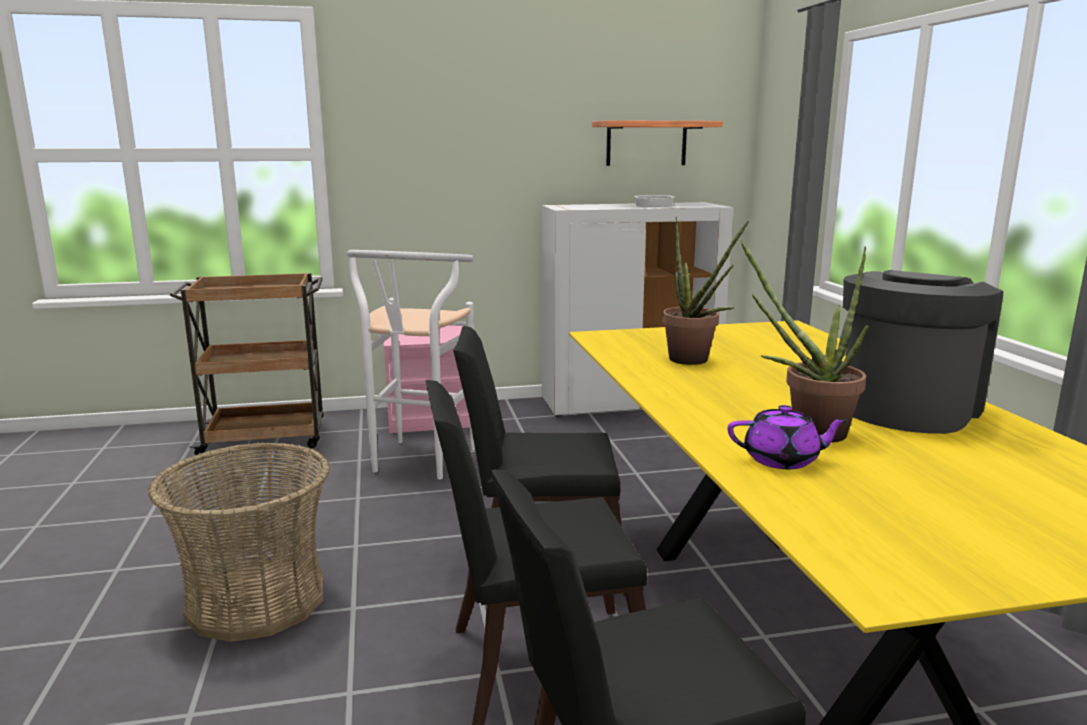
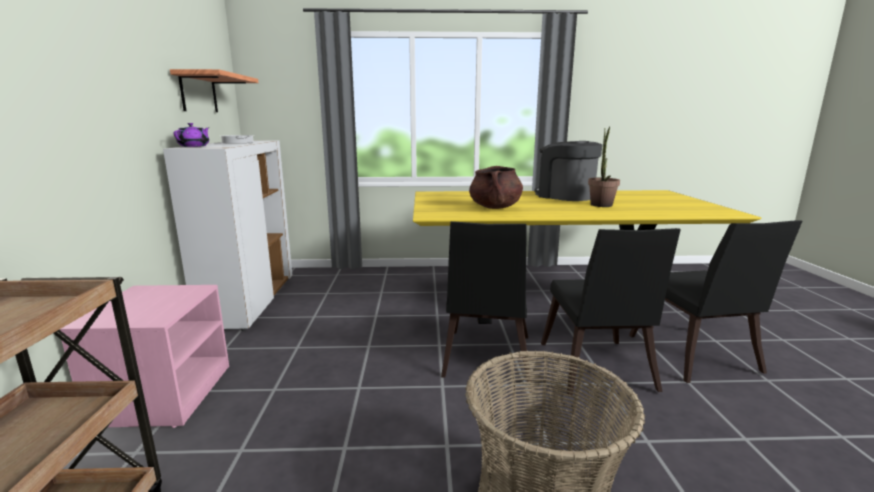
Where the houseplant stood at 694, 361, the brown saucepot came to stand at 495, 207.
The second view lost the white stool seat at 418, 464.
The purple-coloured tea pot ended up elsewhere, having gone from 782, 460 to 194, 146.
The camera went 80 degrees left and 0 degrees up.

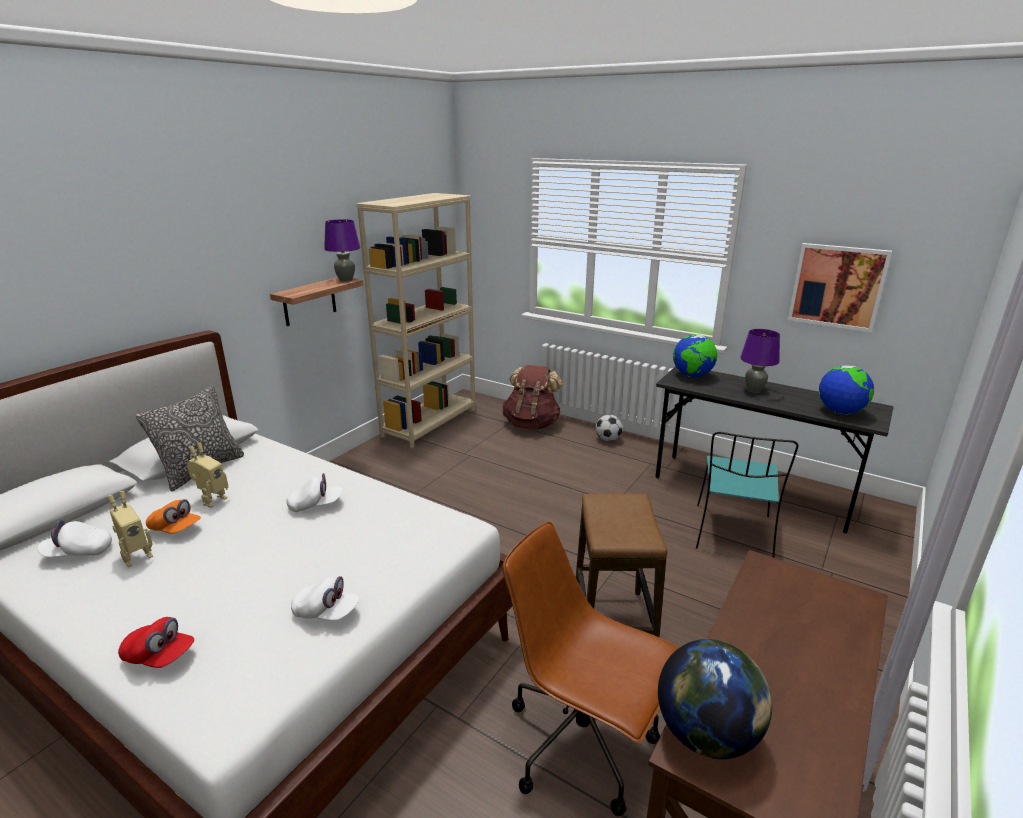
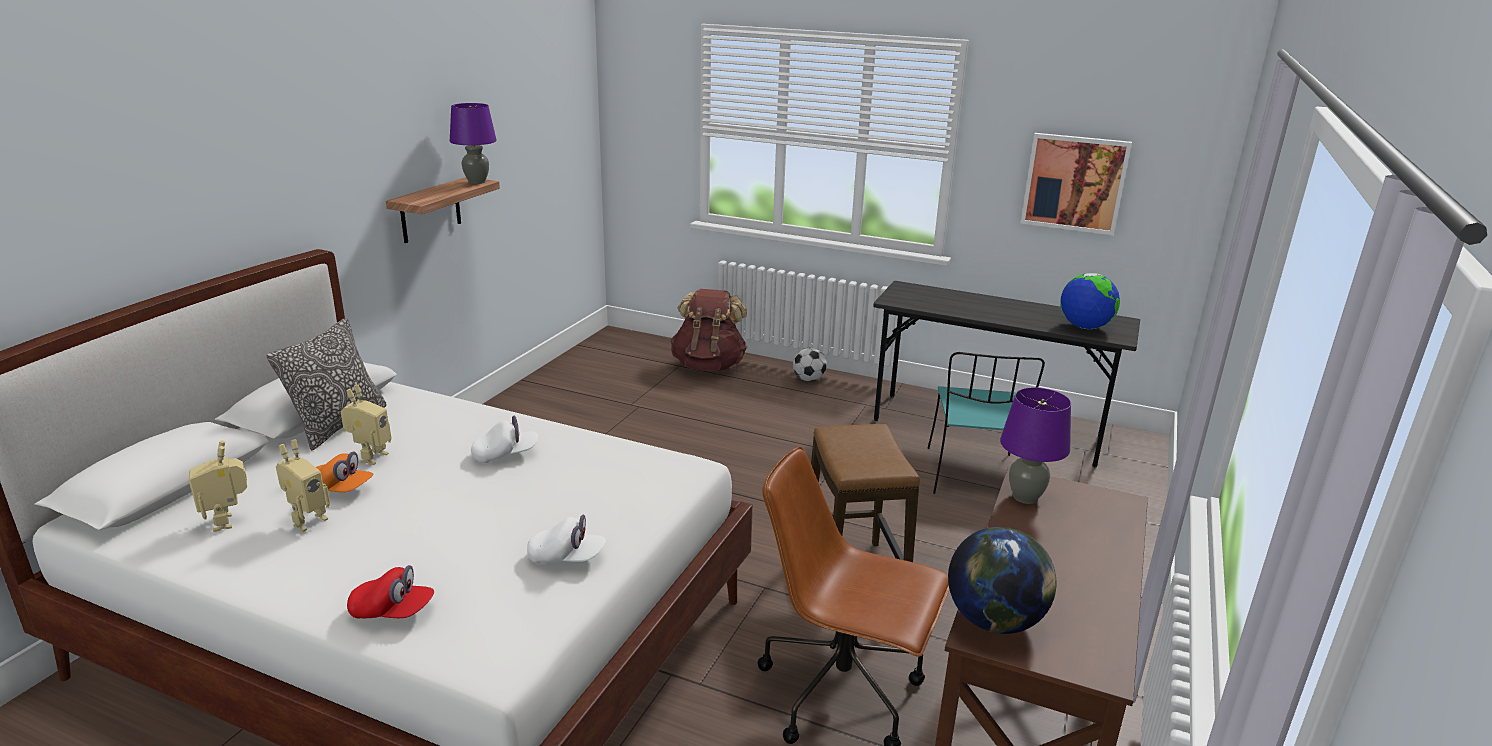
The second view lost the sand-coloured bookshelf at 430, 423.
The purple-coloured table lamp ended up elsewhere, having gone from 754, 390 to 1025, 497.
The second view lost the globe at 692, 375.
Where the white baseball cap stood at 79, 552, the robot figure came to stand at 228, 521.
The camera went 10 degrees left and 0 degrees up.

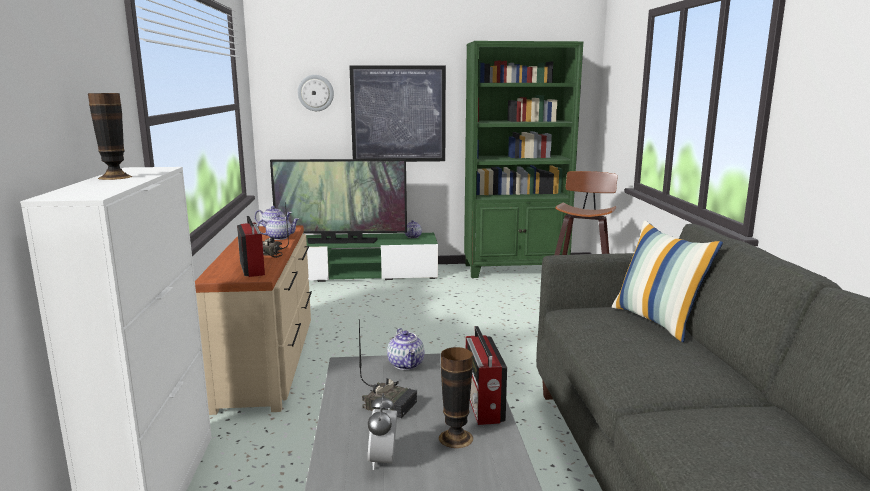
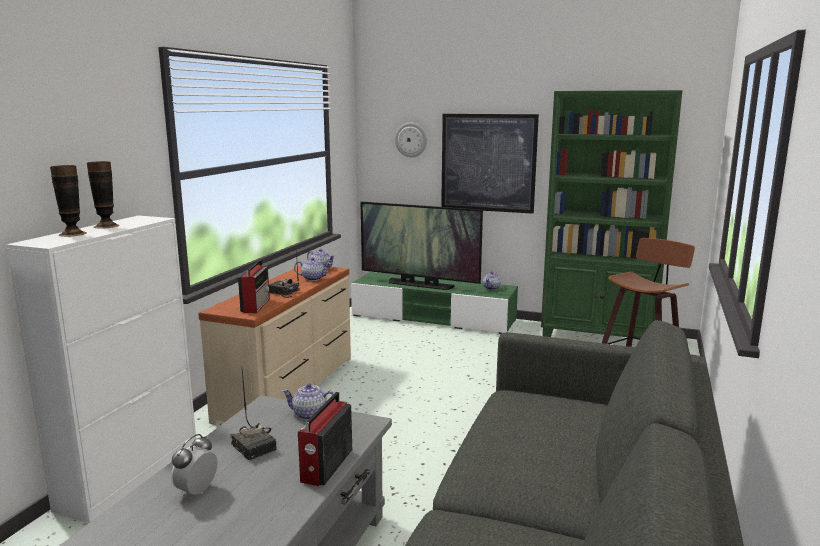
The second view lost the pillow at 657, 321.
The tea pot at 406, 364 ended up facing another way, 90 degrees clockwise from before.
The flower vase ended up elsewhere, having gone from 455, 438 to 72, 234.
The camera went 25 degrees right and 0 degrees up.

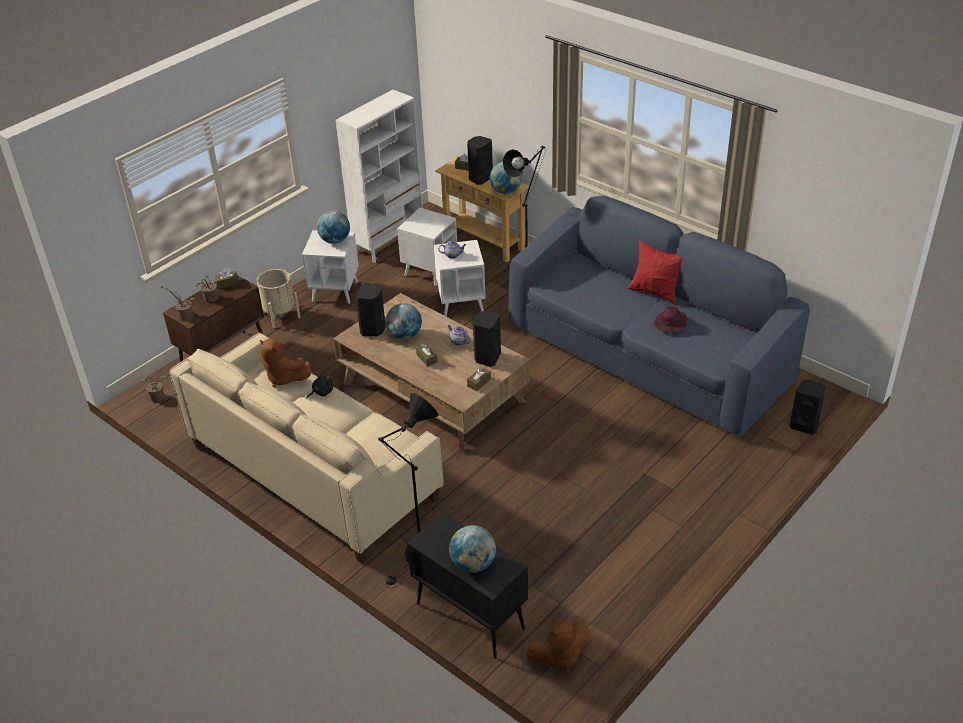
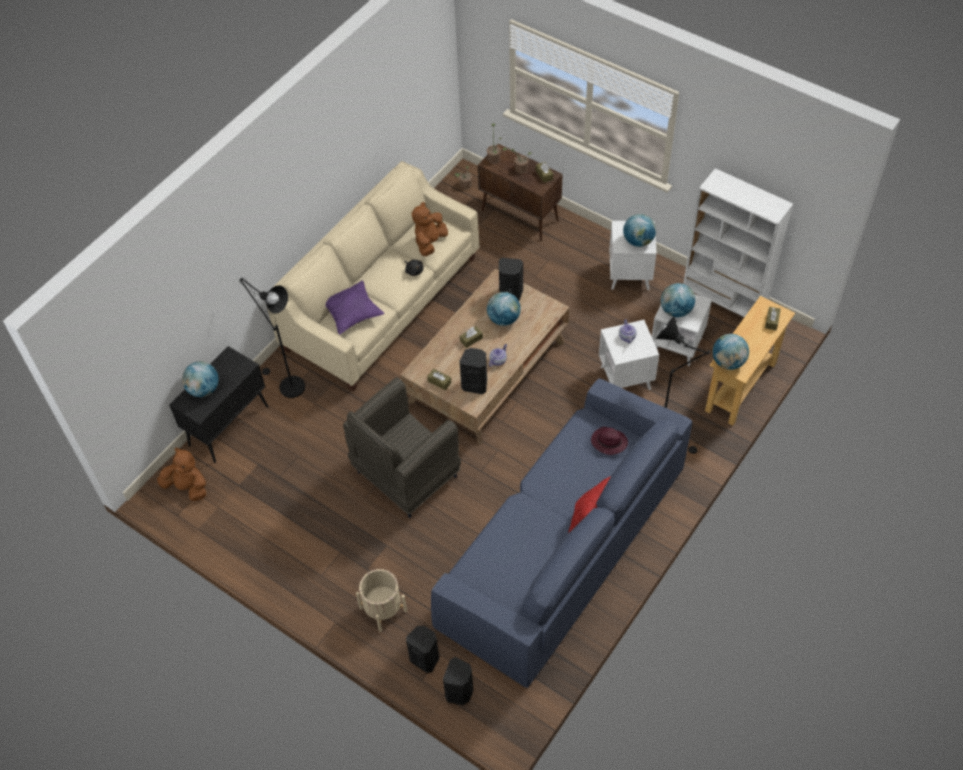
The black audio speaker ended up elsewhere, having gone from 480, 178 to 425, 659.
The sand-coloured flower pot ended up elsewhere, having gone from 280, 315 to 383, 609.
The purple-coloured wearable hat ended up elsewhere, having gone from 670, 323 to 608, 442.
The brown soft toy at 558, 657 ended up facing another way, 135 degrees clockwise from before.
The second view gained the purple-coloured pillow at 352, 314.
The second view gained the globe at 676, 310.
The second view gained the gray easy chair at 405, 476.
The camera went 85 degrees right and 15 degrees up.

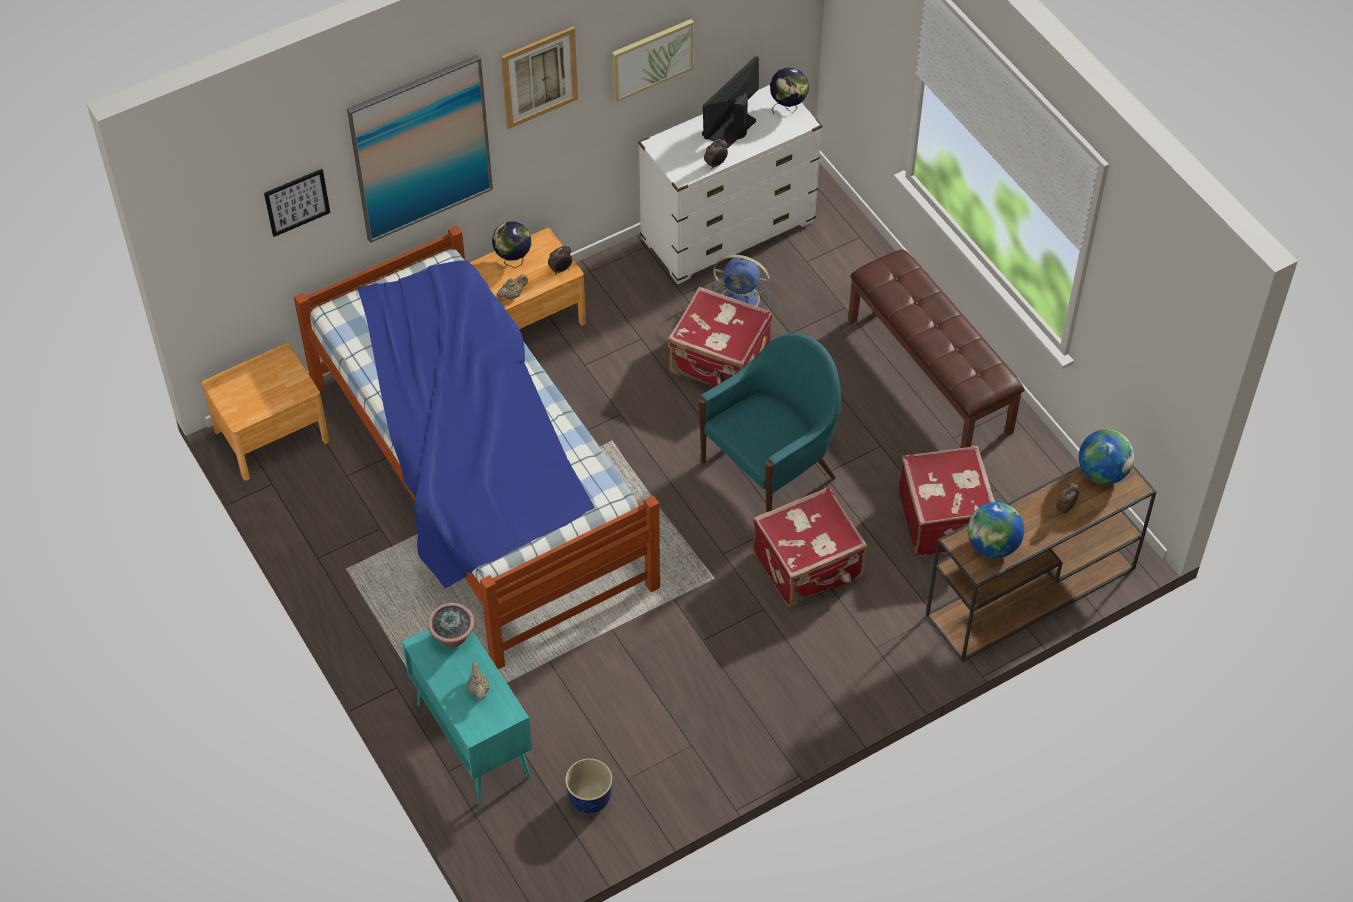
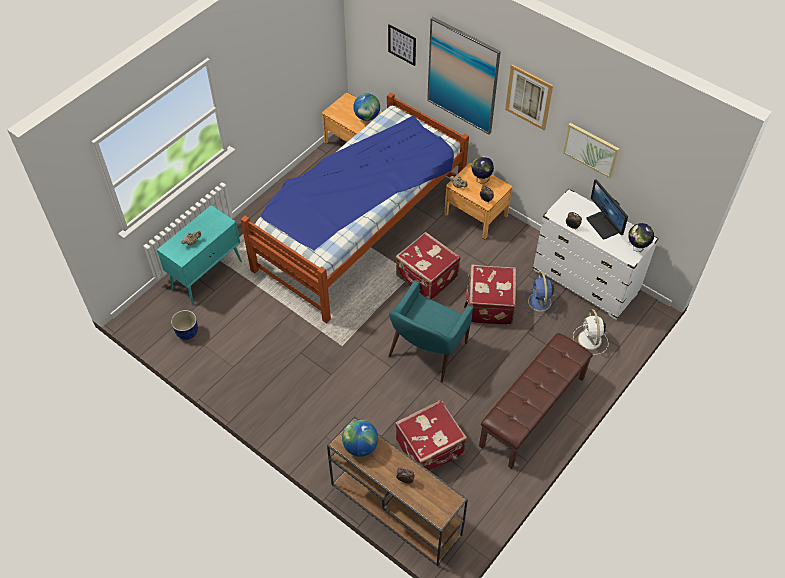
The computer screen at 729, 128 ended up facing another way, 135 degrees counterclockwise from before.
The turquoise easy chair at 771, 468 ended up facing another way, 90 degrees clockwise from before.
The globe ended up elsewhere, having gone from 1102, 472 to 367, 117.
The reddish travel case ended up elsewhere, having gone from 809, 566 to 426, 278.
The second view lost the houseplant at 453, 637.
The second view gained the white electric fan at 590, 340.
The camera went 70 degrees right and 0 degrees up.

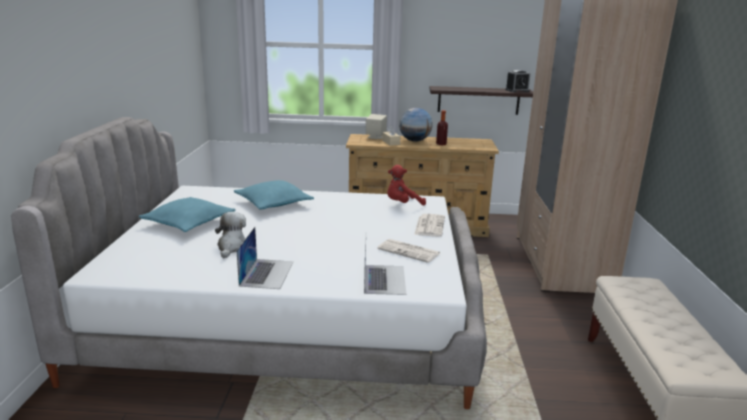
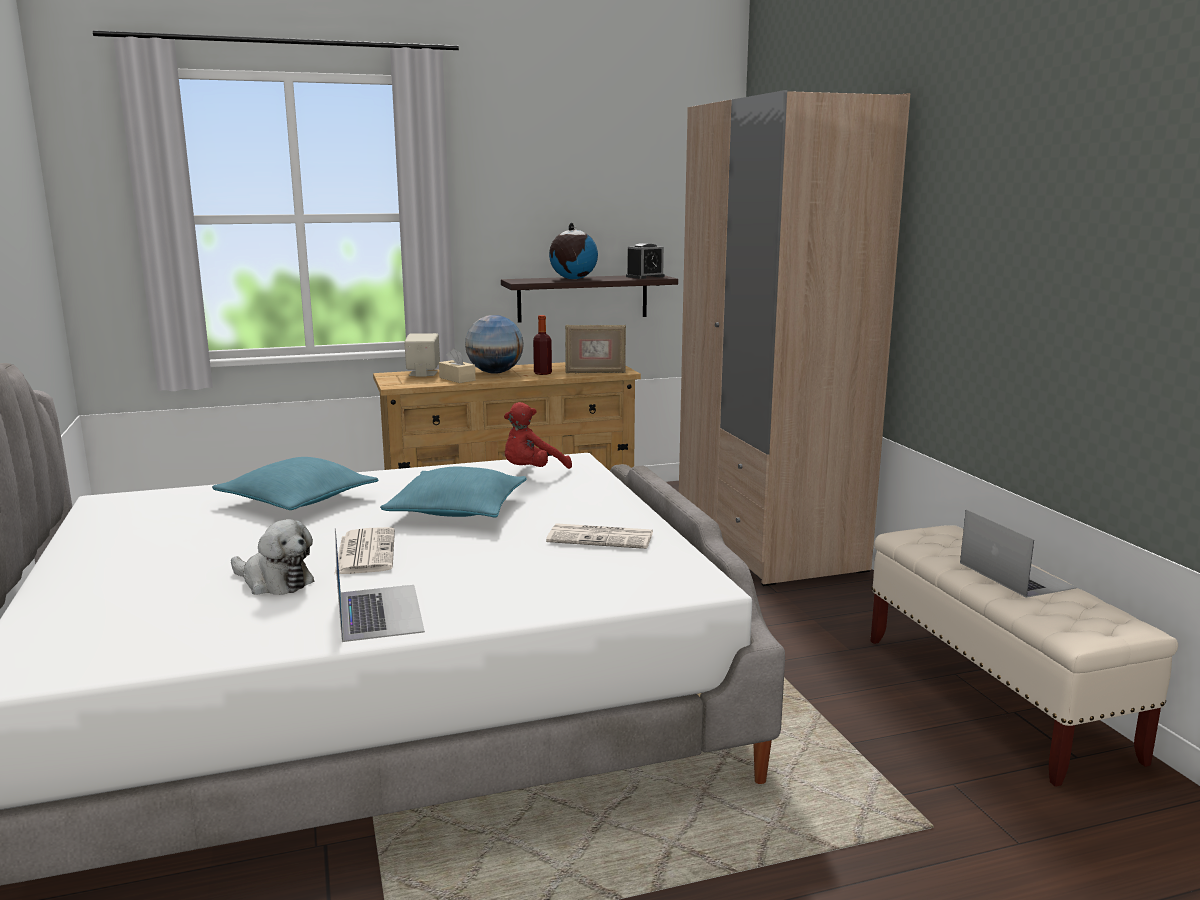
The turquoise pillow ended up elsewhere, having gone from 189, 223 to 457, 510.
The soft toy at 232, 247 ended up facing another way, 135 degrees clockwise from before.
The printed paper ended up elsewhere, having gone from 429, 225 to 365, 552.
The notebook computer ended up elsewhere, having gone from 384, 279 to 1015, 575.
The second view gained the globe at 573, 279.
The second view gained the picture frame at 595, 372.
The camera went 20 degrees left and 5 degrees down.

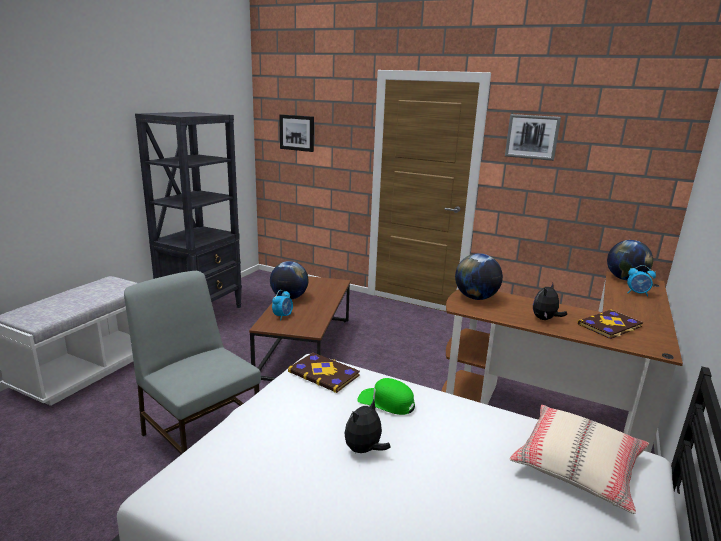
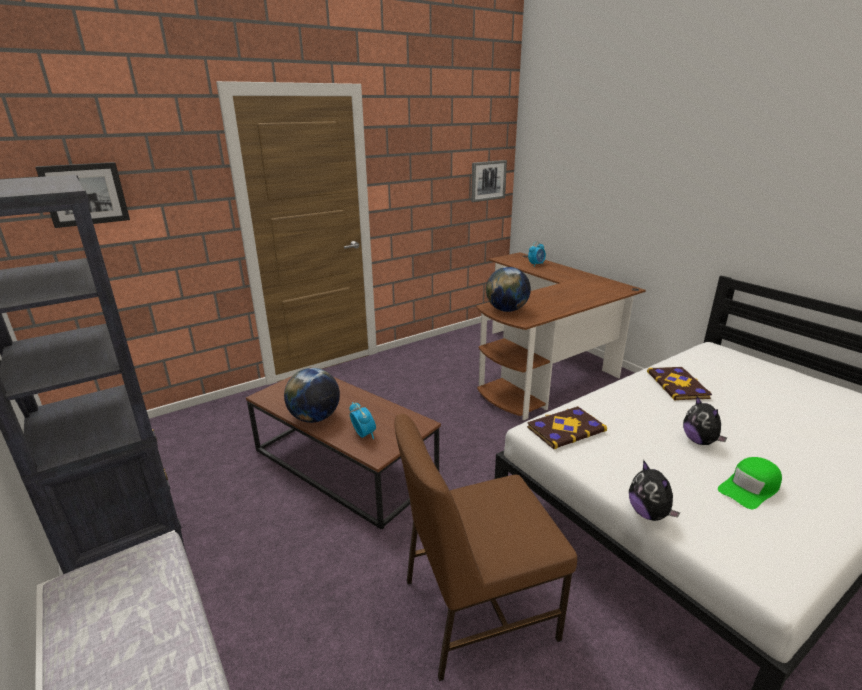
The wall picture ended up elsewhere, having gone from 532, 137 to 488, 180.
The second view lost the globe at 625, 279.
What was the gray upright chair at 201, 436 turned into the brown upright chair at 475, 608.
The soft toy ended up elsewhere, having gone from 545, 319 to 649, 513.
The volume ended up elsewhere, having gone from 610, 326 to 678, 385.
The green baseball cap ended up elsewhere, having gone from 386, 402 to 750, 488.
The second view lost the sand-coloured pillow at 578, 466.
The camera went 60 degrees left and 5 degrees up.

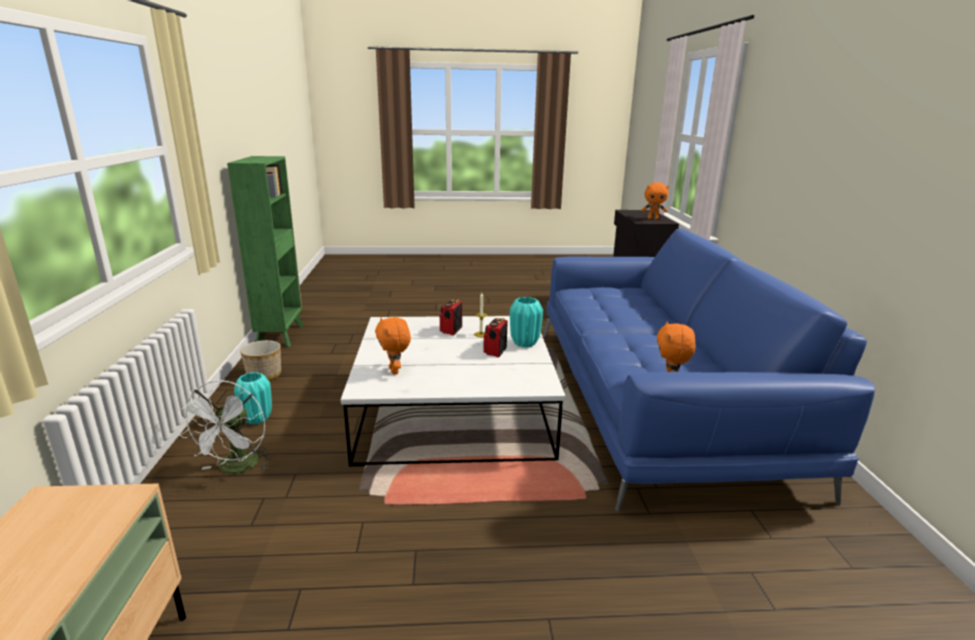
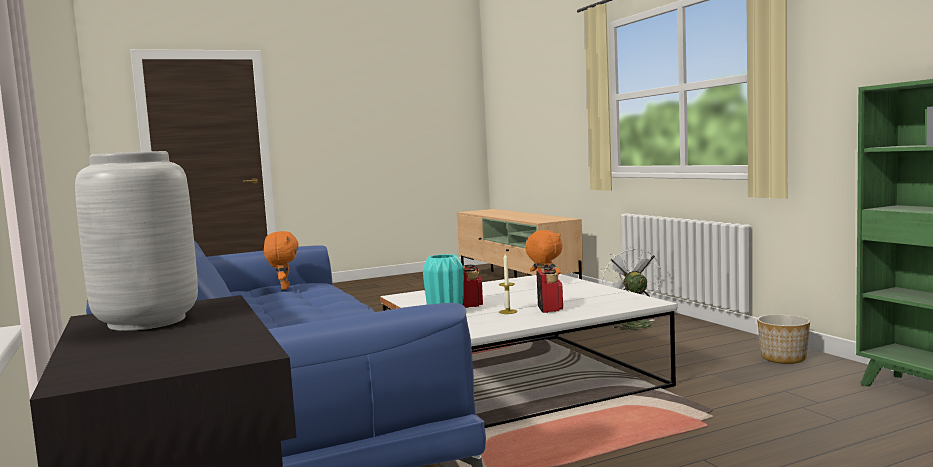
Where the orangey soft toy stood at 653, 218, the gray flower vase came to stand at 145, 322.
The second view lost the turquoise flower vase at 257, 419.
The camera went 160 degrees right and 15 degrees down.

